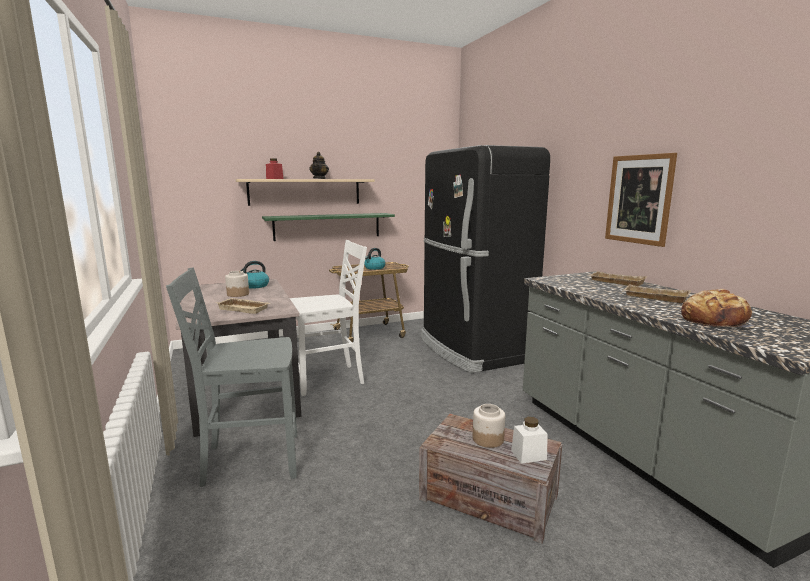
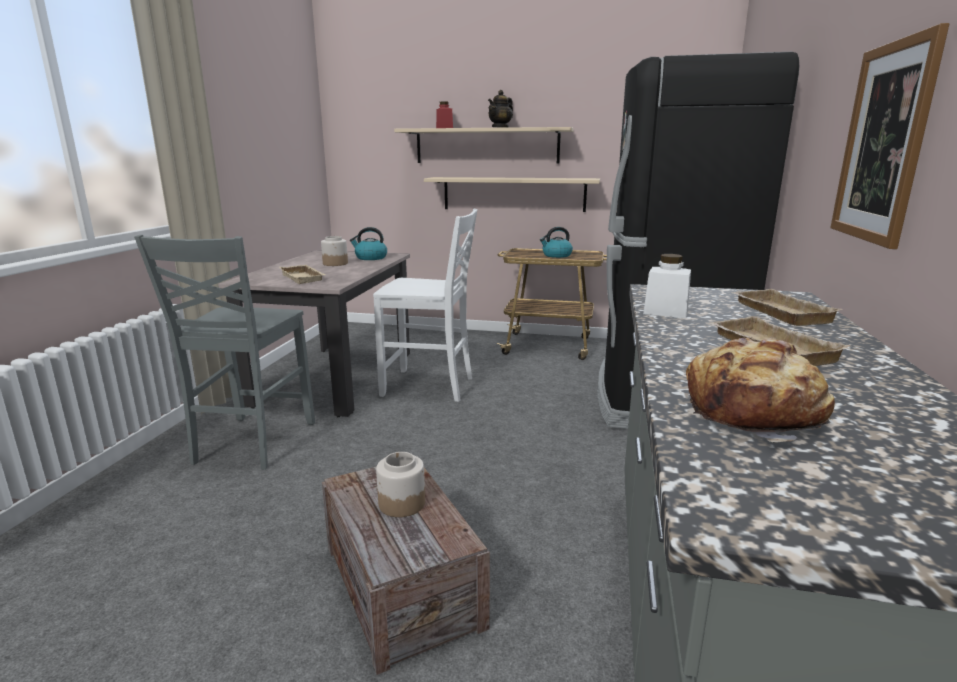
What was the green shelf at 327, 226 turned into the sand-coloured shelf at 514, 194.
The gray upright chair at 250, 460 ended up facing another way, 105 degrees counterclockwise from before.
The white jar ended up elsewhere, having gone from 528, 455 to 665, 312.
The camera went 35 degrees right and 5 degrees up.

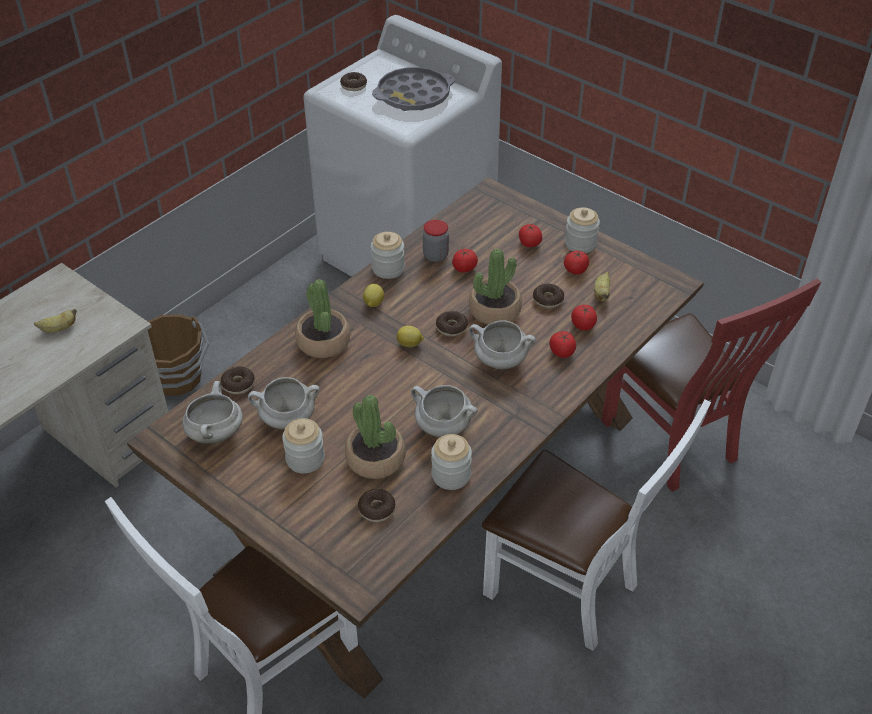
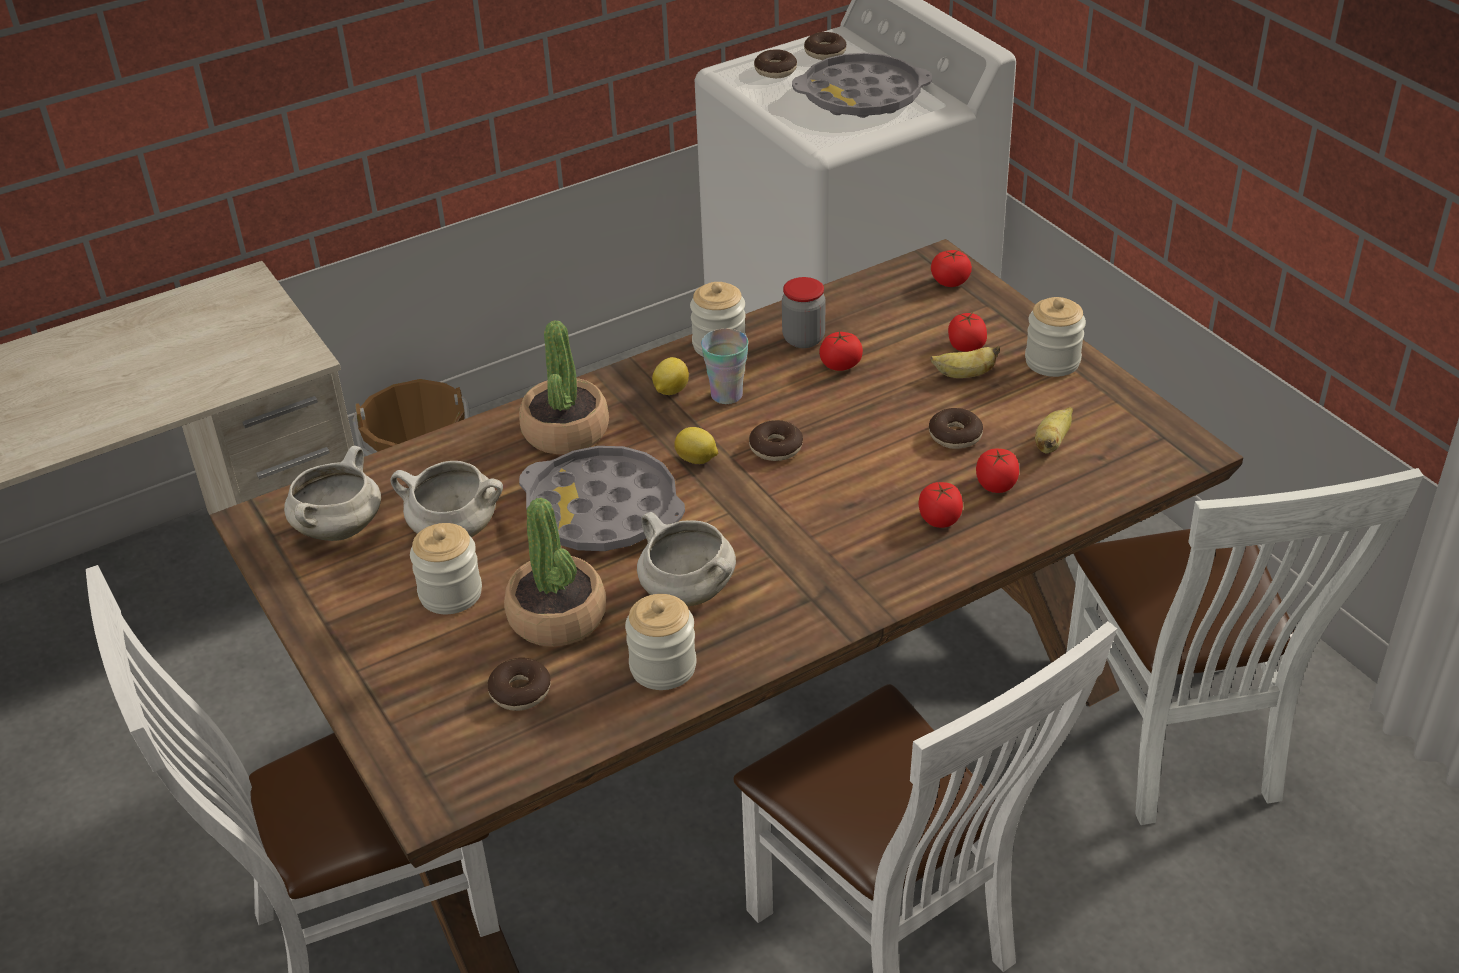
The second view lost the houseplant at 494, 310.
The tomato ended up elsewhere, having gone from 575, 270 to 950, 282.
What was the reddish upright chair at 675, 444 turned into the white upright chair at 1179, 750.
The whole banana ended up elsewhere, having gone from 58, 329 to 964, 375.
The second view lost the white saucepot at 499, 361.
The ring doughnut ended up elsewhere, having gone from 238, 384 to 825, 53.
The second view gained the small cup at 726, 395.
The second view gained the gray serving tray at 602, 510.
The camera went 20 degrees right and 5 degrees down.

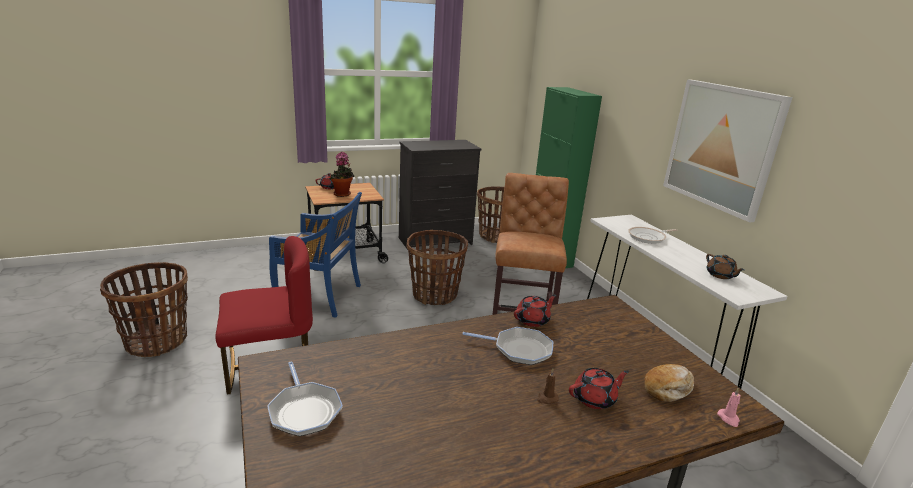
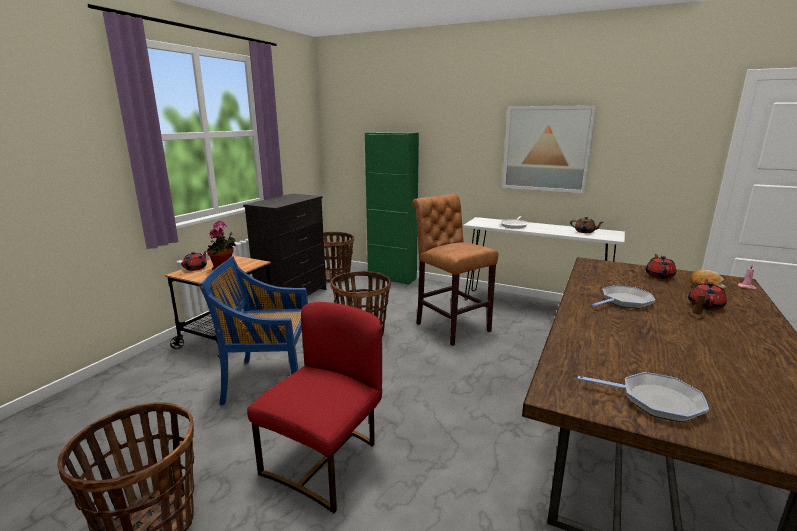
The bluish upright chair at 320, 296 ended up facing another way, 150 degrees counterclockwise from before.
The reddish tea pot ended up elsewhere, having gone from 533, 320 to 659, 276.
The camera went 40 degrees left and 5 degrees down.

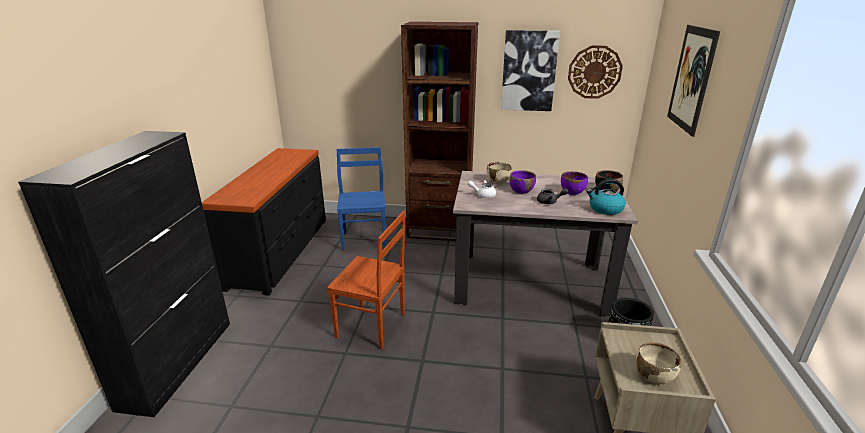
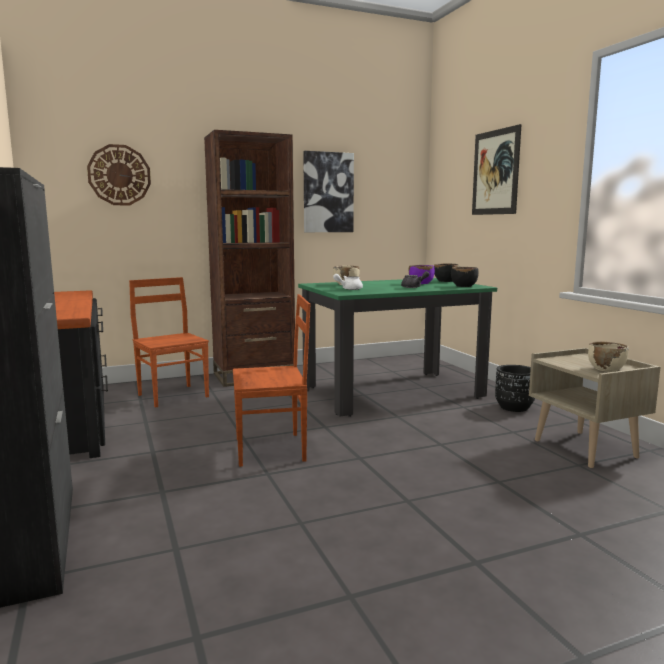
The wall clock ended up elsewhere, having gone from 594, 72 to 119, 175.
What was the bluish upright chair at 365, 239 turned into the brown upright chair at 173, 395.
The second view lost the purple-coloured deep dish at 521, 191.
What was the sand-coloured kitchen table at 529, 283 turned into the green kitchen table at 392, 393.
Where the tea kettle stood at 605, 209, the black deep dish came to stand at 464, 286.
The camera went 30 degrees left and 15 degrees down.

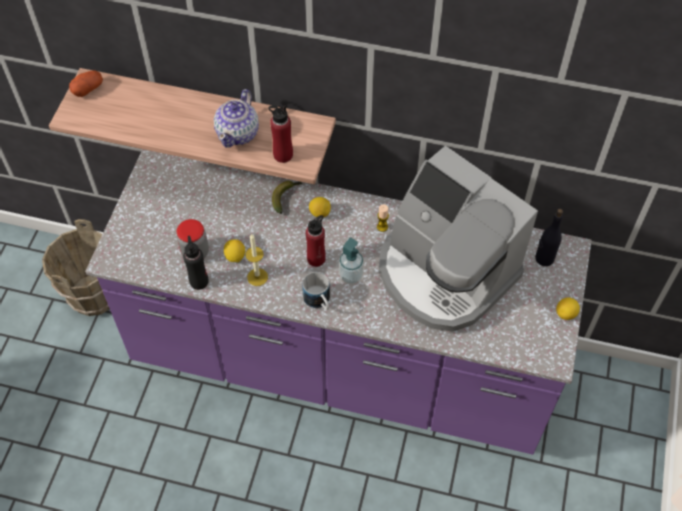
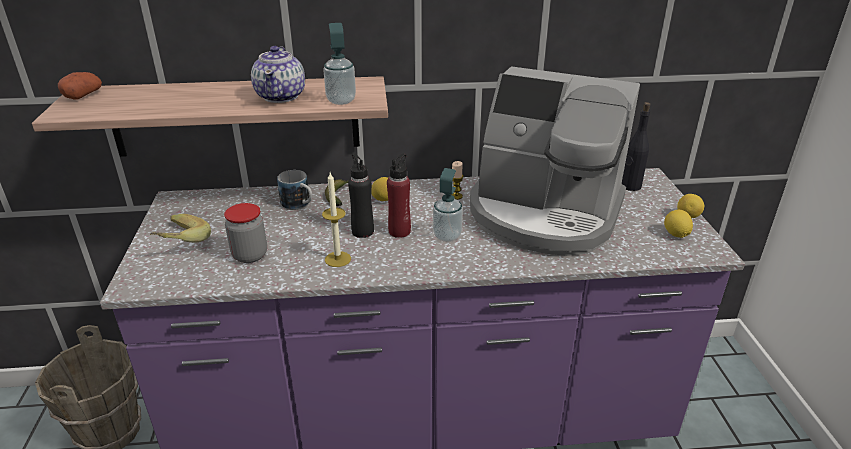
Where the reddish beverage bottle stood at 283, 155, the soap bottle came to stand at 341, 100.
The black beverage bottle ended up elsewhere, having gone from 199, 281 to 362, 231.
The citrus fruit ended up elsewhere, having gone from 235, 256 to 675, 234.
The coffee mug ended up elsewhere, having gone from 319, 302 to 299, 205.
The second view gained the whole banana at 179, 244.
The camera went 20 degrees left and 25 degrees down.

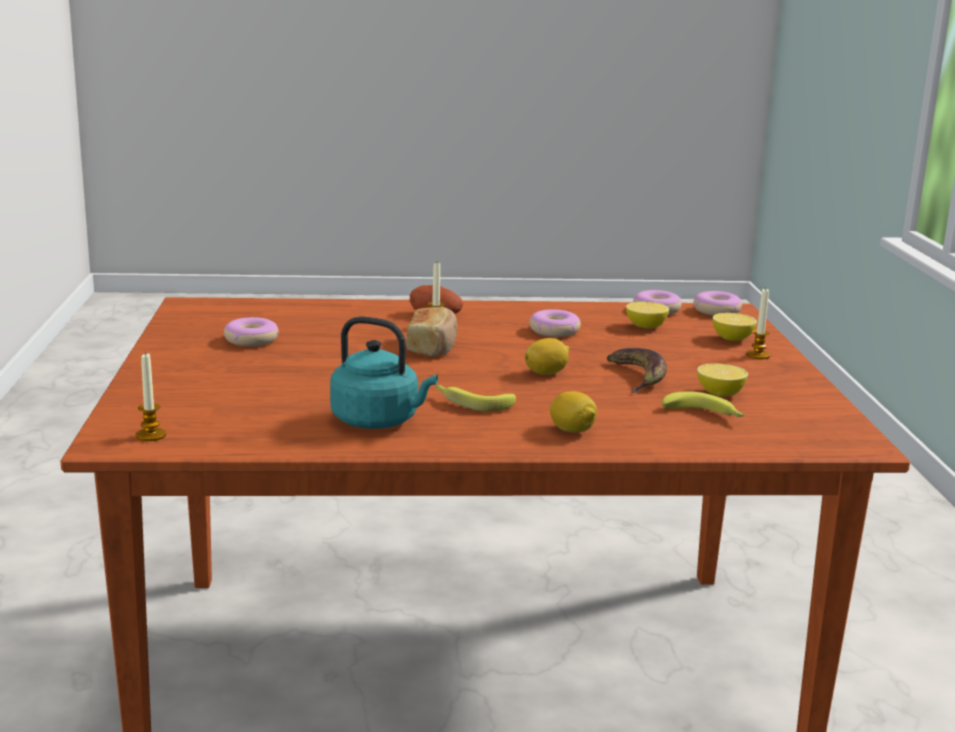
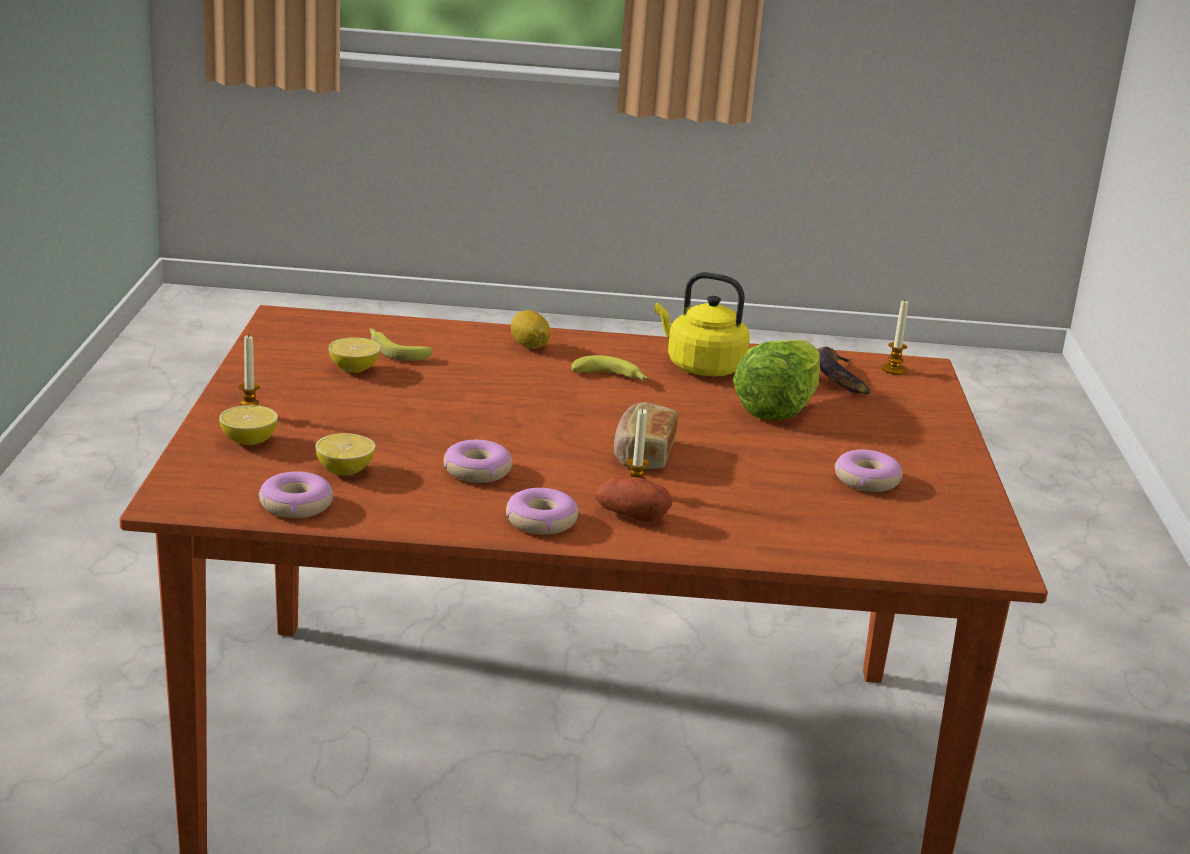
The ring doughnut ended up elsewhere, having gone from 717, 311 to 541, 521.
What was the turquoise tea kettle at 379, 421 turned into the yellow tea kettle at 701, 367.
The second view lost the citrus fruit at 546, 373.
The whole banana ended up elsewhere, having gone from 638, 376 to 839, 378.
The second view gained the head of lettuce at 778, 408.
The camera went 175 degrees left and 5 degrees up.

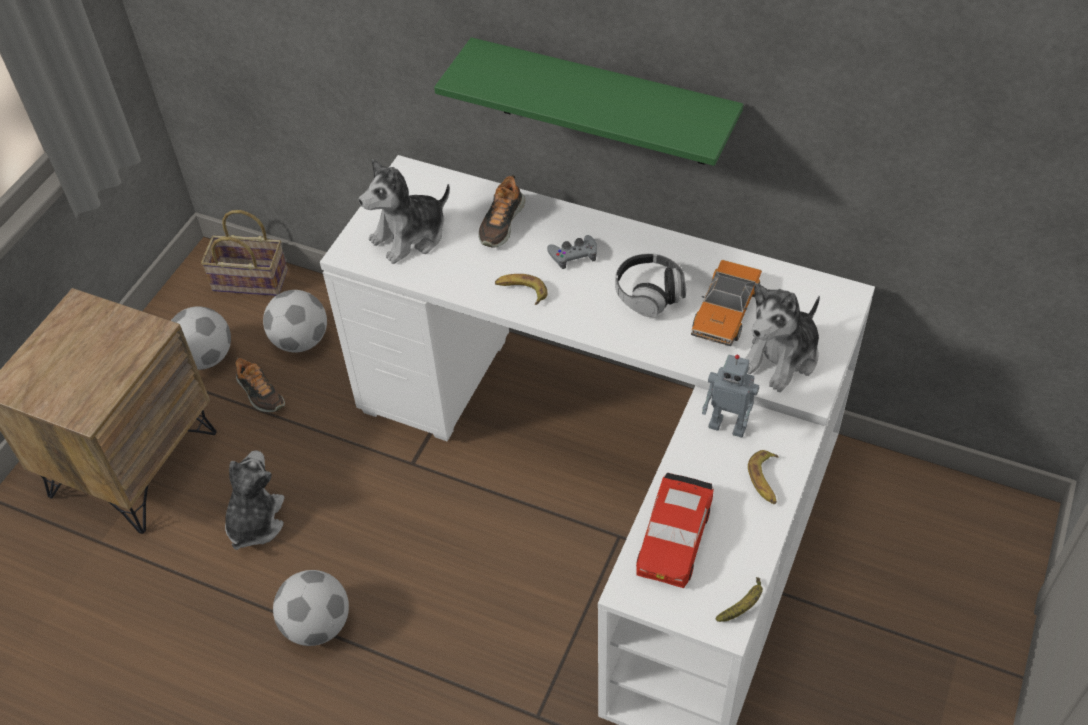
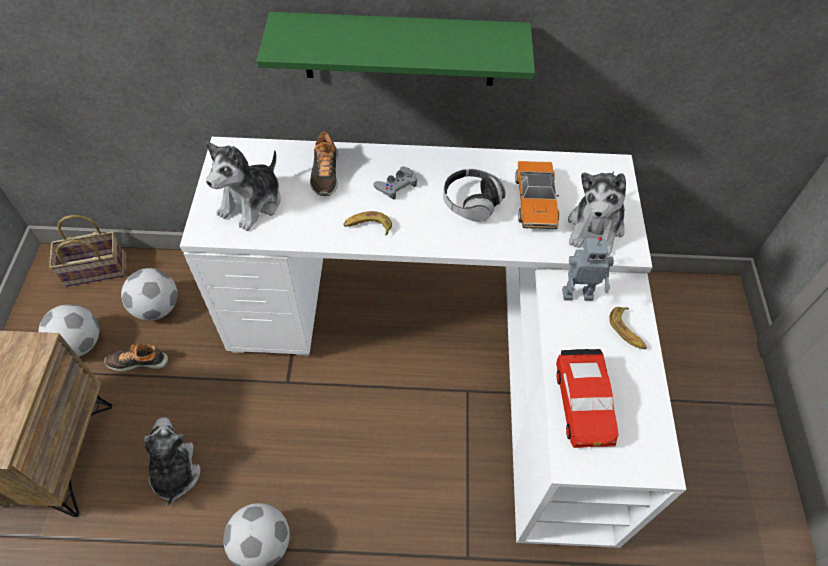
The low shoe at 260, 393 ended up facing another way, 150 degrees clockwise from before.
The second view lost the whole banana at 743, 605.
The camera went 25 degrees left and 5 degrees up.

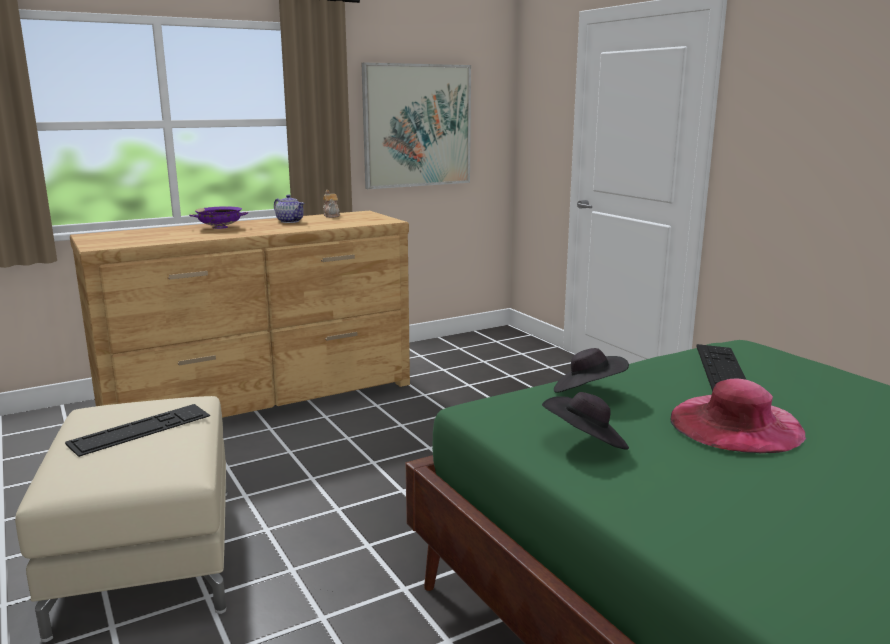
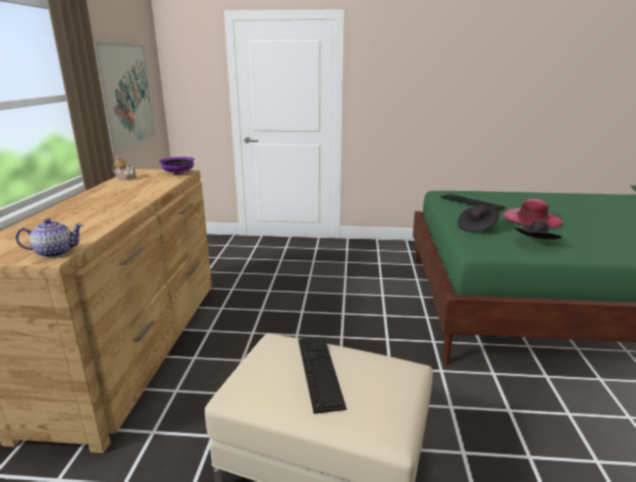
The tea pot ended up elsewhere, having gone from 290, 221 to 54, 252.
The purple-coloured deep dish ended up elsewhere, having gone from 219, 227 to 178, 173.
The camera went 55 degrees left and 5 degrees up.

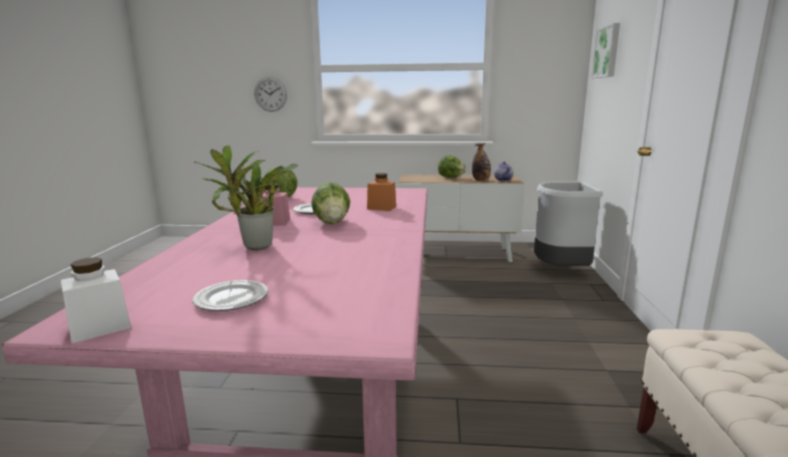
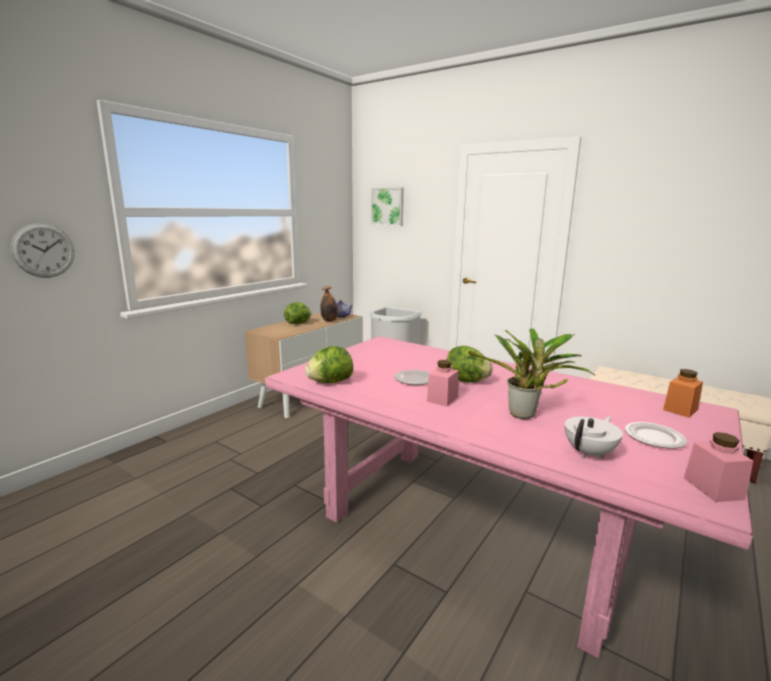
The orangey jar ended up elsewhere, having gone from 381, 208 to 680, 409.
What was the white jar at 100, 327 turned into the pinkish jar at 713, 488.
The second view gained the white tea pot at 590, 453.
The camera went 60 degrees left and 0 degrees up.

